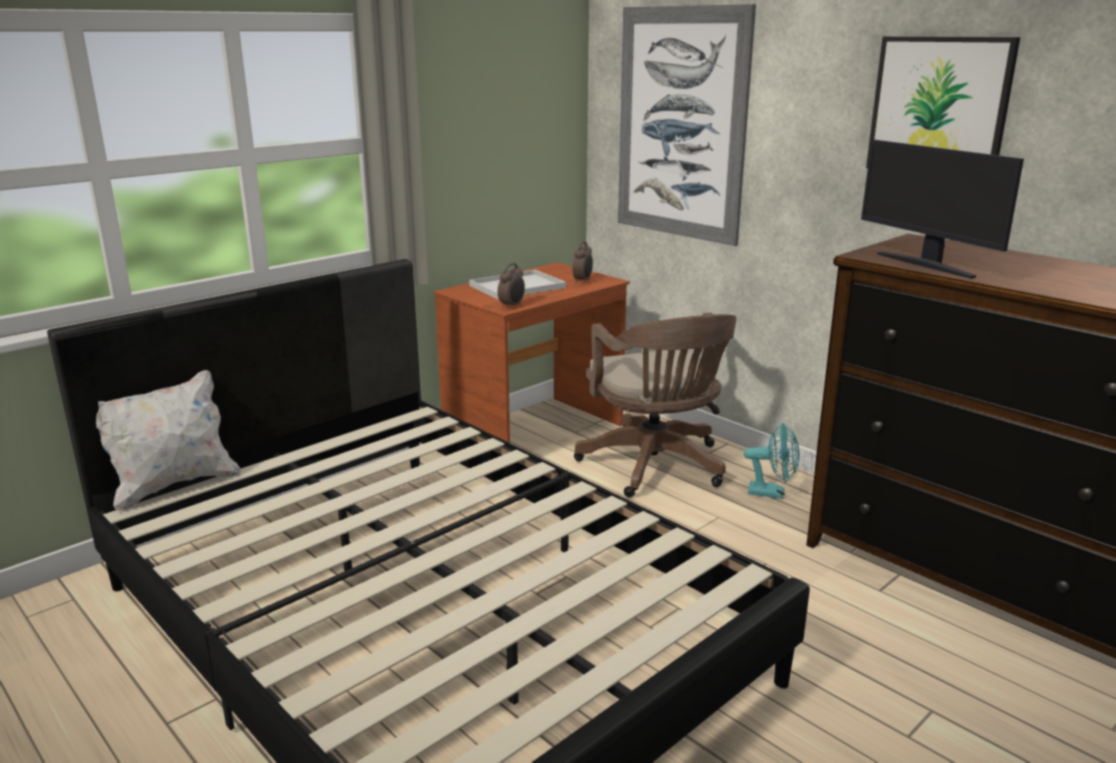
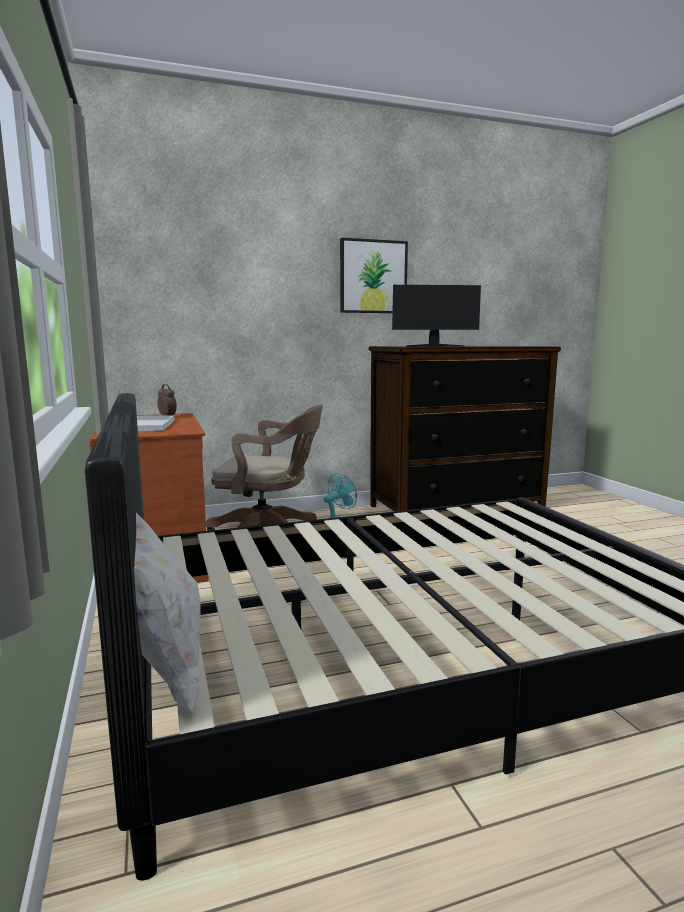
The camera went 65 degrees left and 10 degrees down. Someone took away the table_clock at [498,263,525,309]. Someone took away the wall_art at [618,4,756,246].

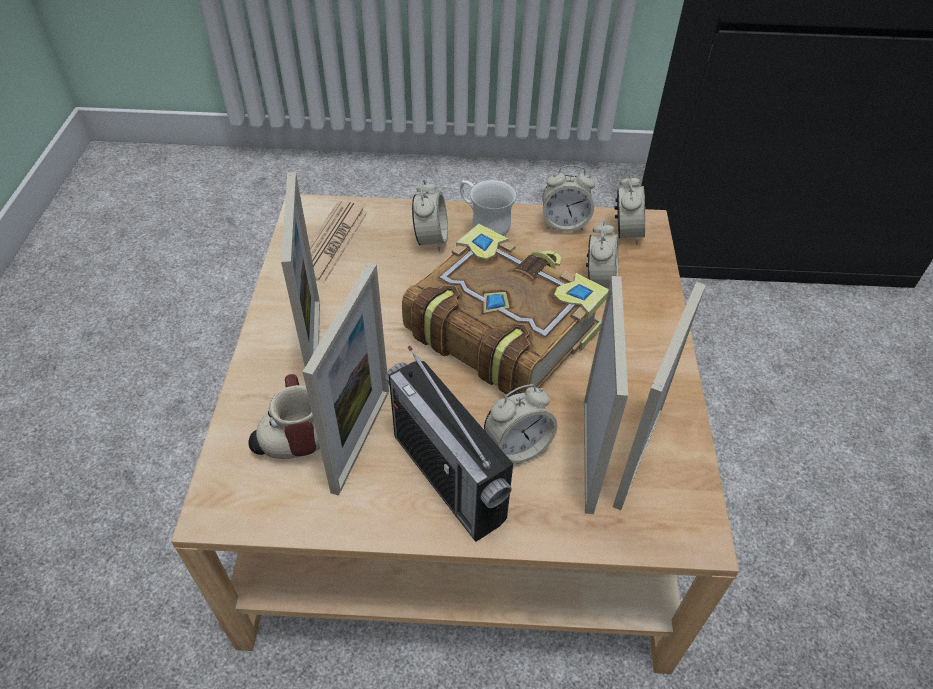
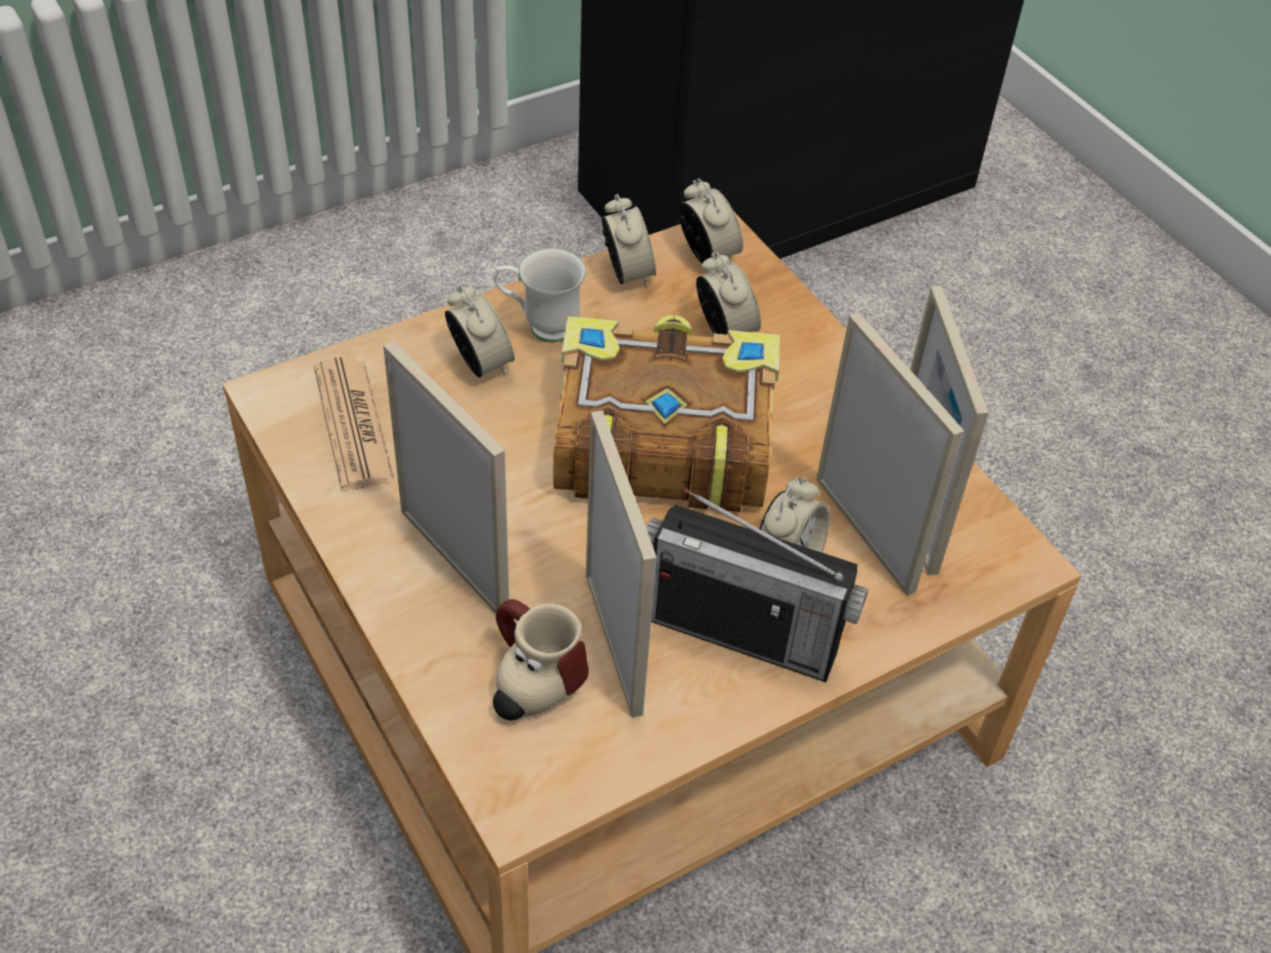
The camera went 35 degrees left and 0 degrees up. Someone rotated the table_clock at [543,165,595,232] by 75 degrees counterclockwise.

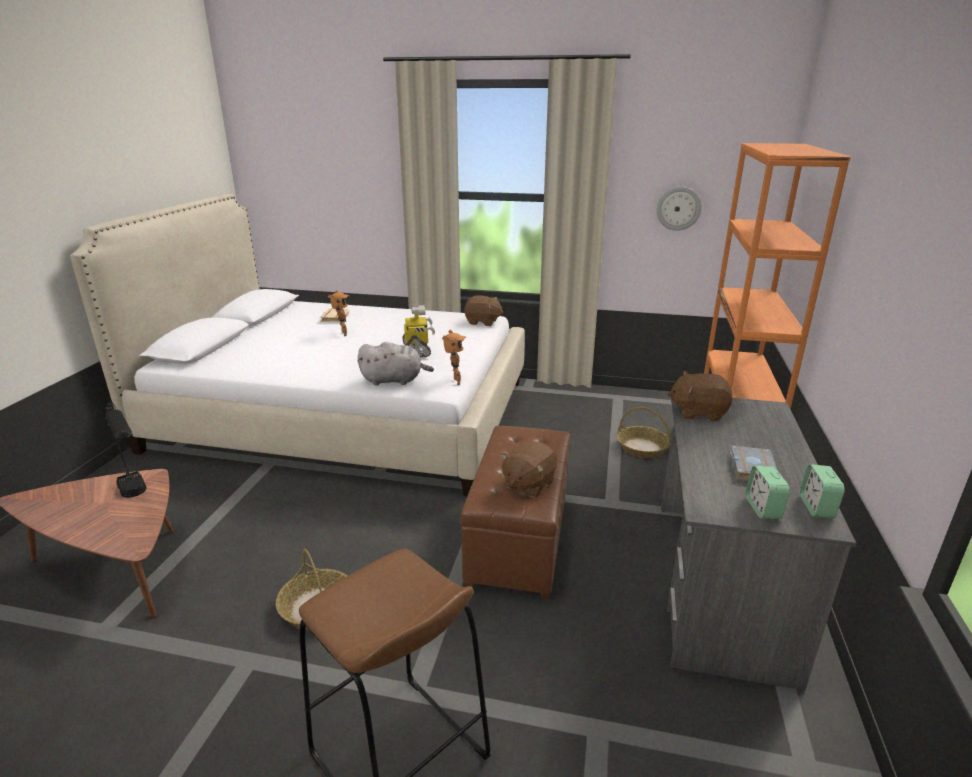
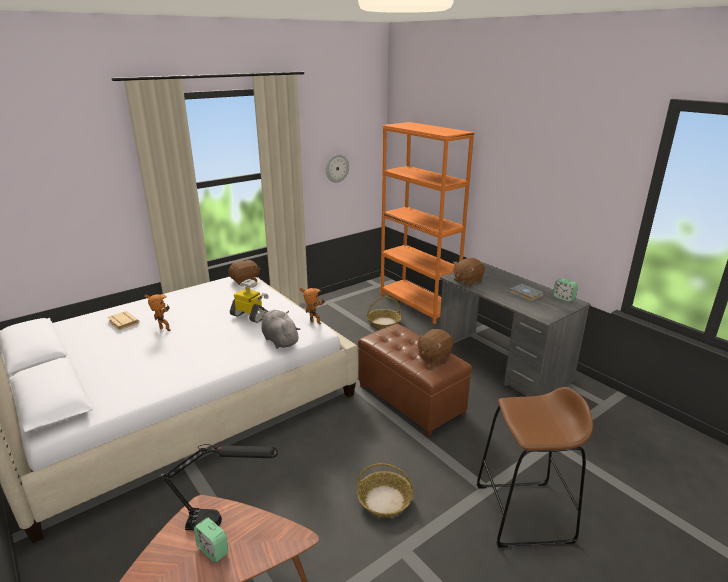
The camera went 50 degrees left and 0 degrees up. Someone rotated the grey_soft_toy at [358,342,434,386] by 75 degrees counterclockwise. Someone rotated the brown_soft_toy at [501,441,558,497] by 60 degrees clockwise. Someone carried the table_clock from [746,466,790,519] to [194,518,228,563].

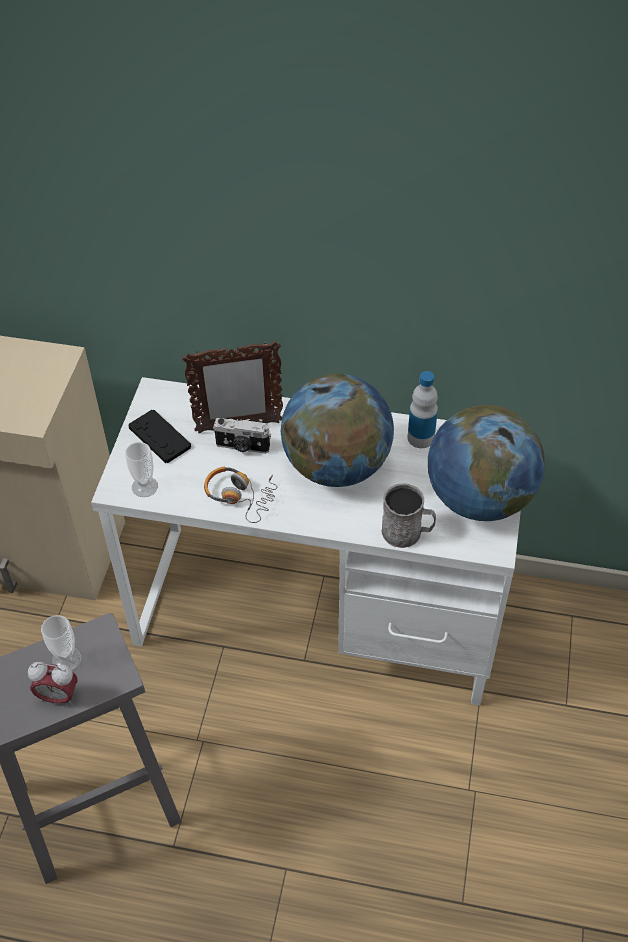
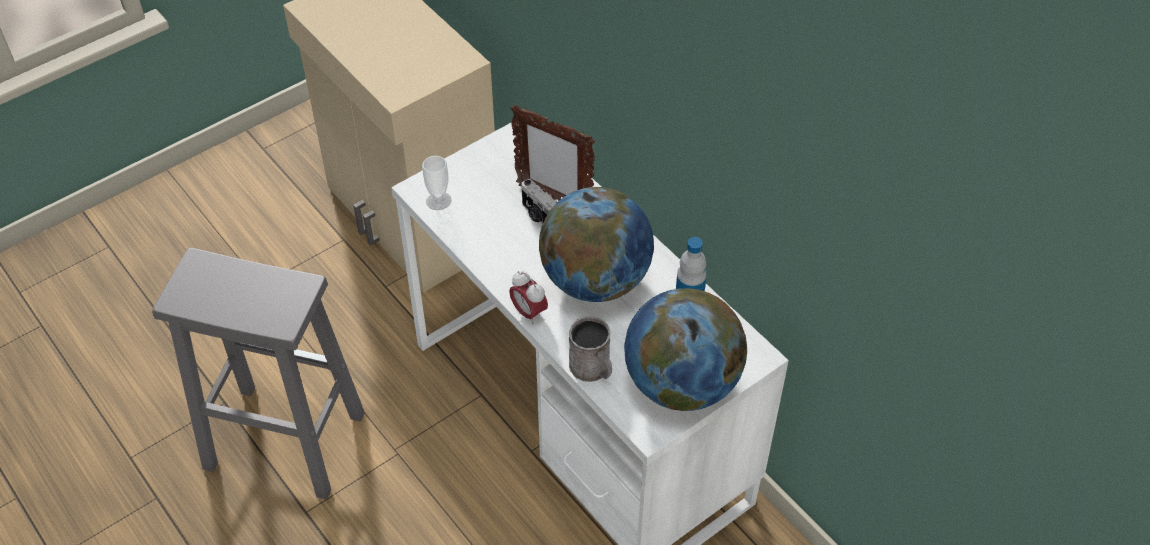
The camera went 40 degrees right and 0 degrees up. Someone carried the table_clock from [28,662,78,705] to [509,271,548,325]. Someone took away the small_cup at [41,615,82,670]. Someone took away the blackish_joypad at [128,410,191,463]. Someone took away the headset at [204,467,277,523].

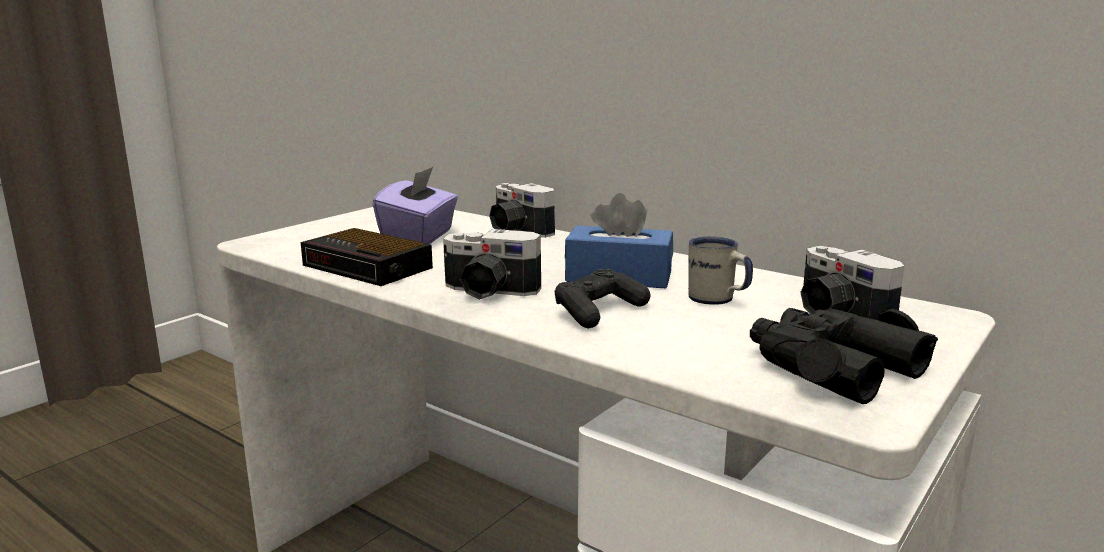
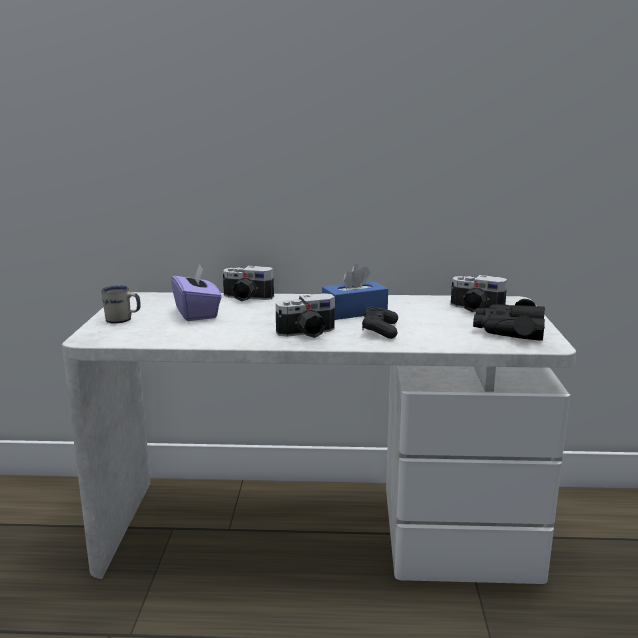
The camera went 35 degrees left and 0 degrees up. Someone took away the table_clock at [301,228,433,286]. Someone carried the white_mug from [688,236,753,305] to [101,285,141,324].

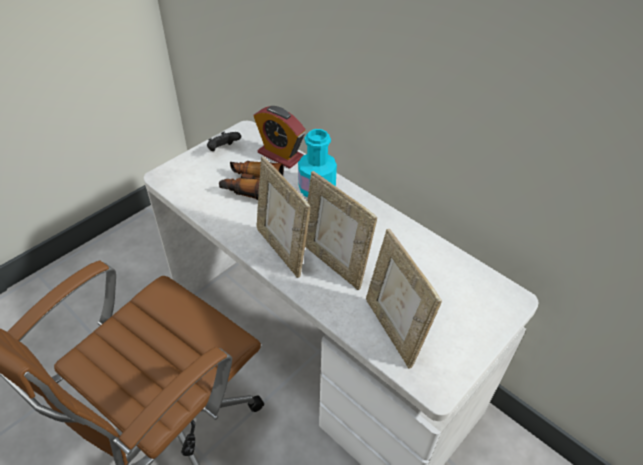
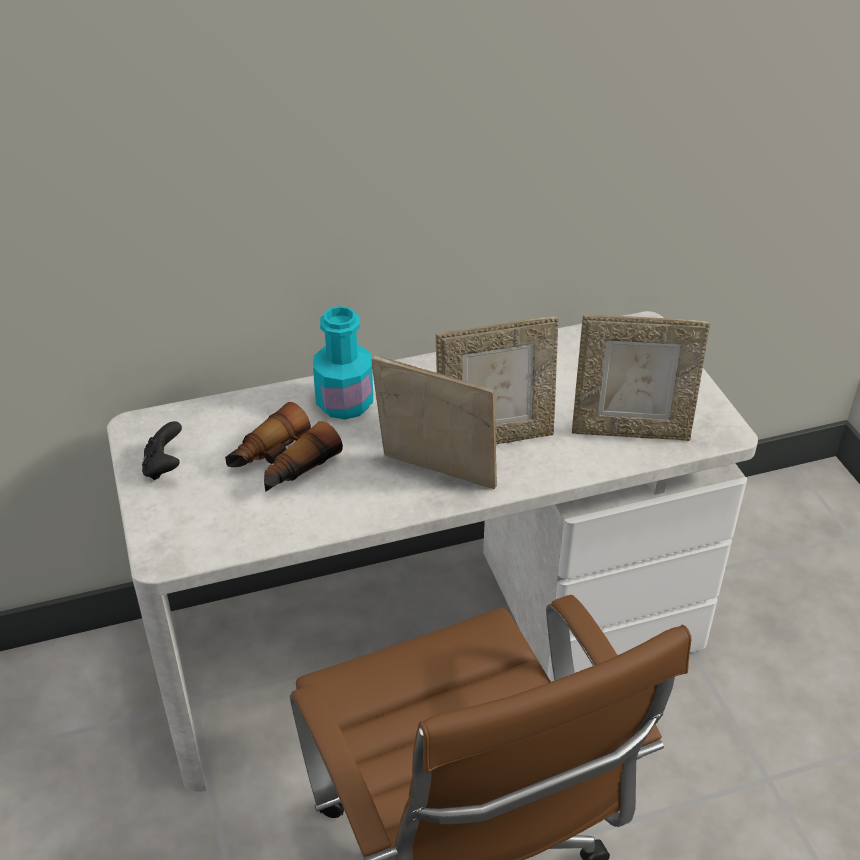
The camera went 60 degrees left and 5 degrees down. Someone took away the table_clock at [253,106,306,169]. Someone rotated the picture_frame at [256,156,311,278] by 150 degrees counterclockwise.

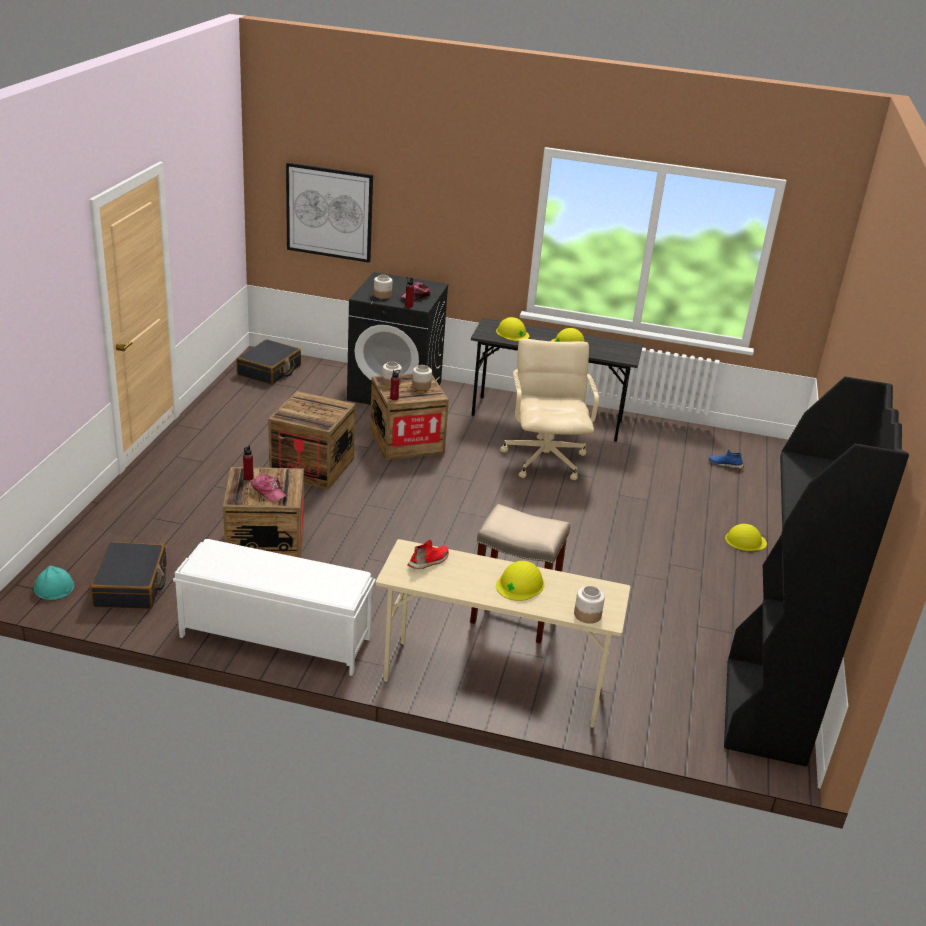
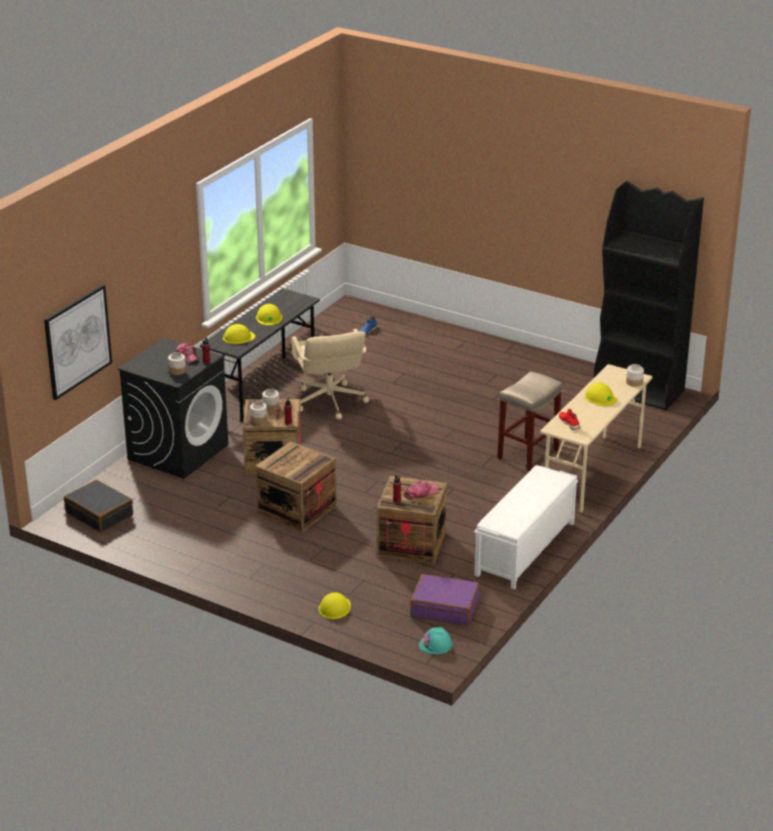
The camera went 70 degrees left and 0 degrees up. Someone repainted the blackish_suitcase at [90,542,166,609], which became the purplish_suitcase at [410,574,480,626]. Someone rotated the beige-coloured_computer_chair at [500,339,599,480] by 120 degrees counterclockwise. Someone carried the yellowish_safety_helmet from [725,524,767,551] to [318,592,351,619].

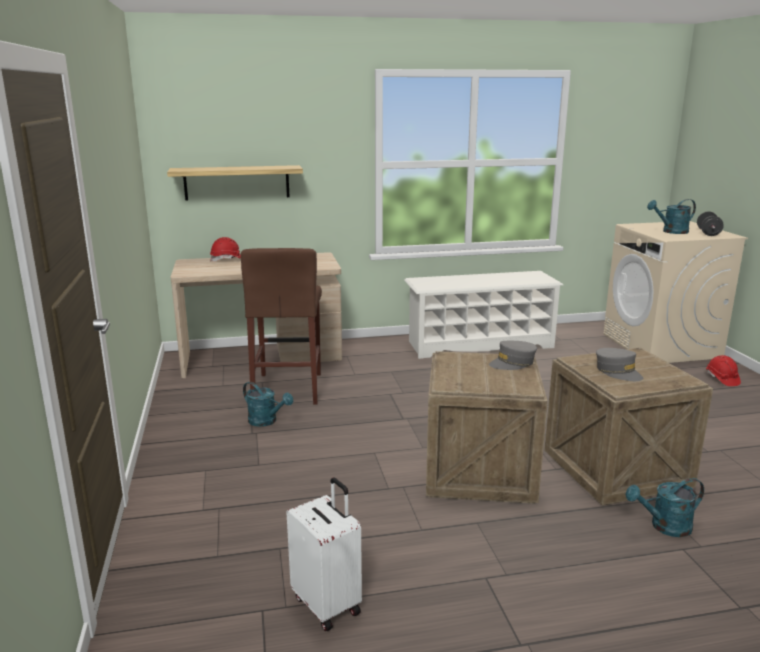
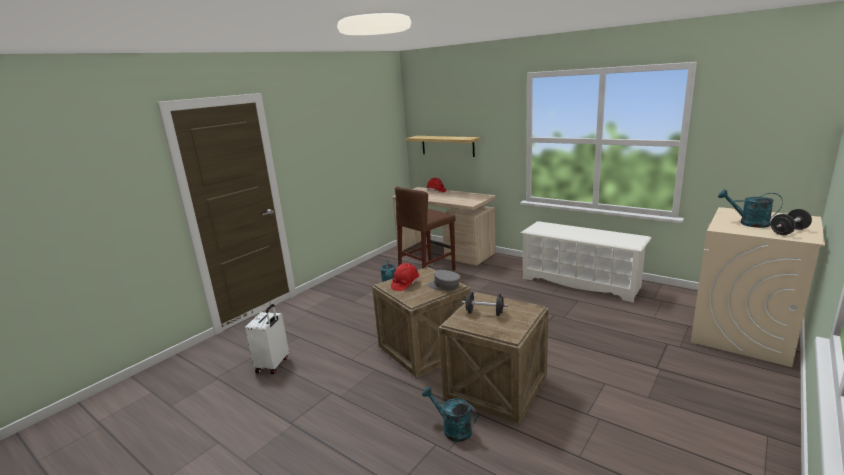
The camera went 50 degrees right and 0 degrees up. Someone swapped the grey_peaked_cap at [596,348,644,381] for the blackish_free_weight at [462,292,508,316]. Someone carried the red_safety_helmet from [706,355,741,386] to [391,263,419,291].

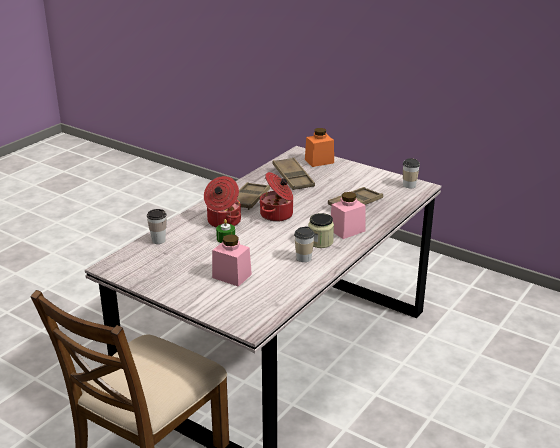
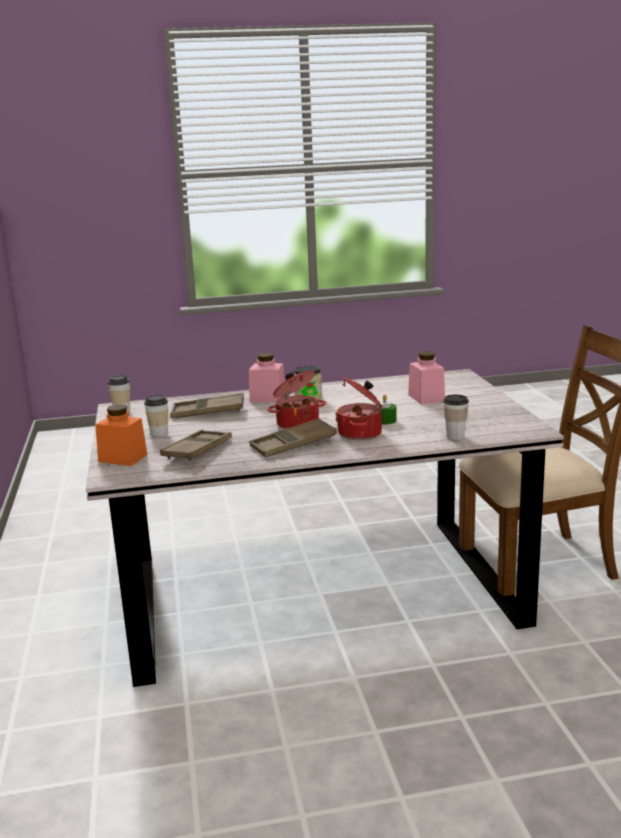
The camera went 135 degrees left and 10 degrees down. Someone carried the small_cup from [294,226,314,262] to [144,395,168,437].

